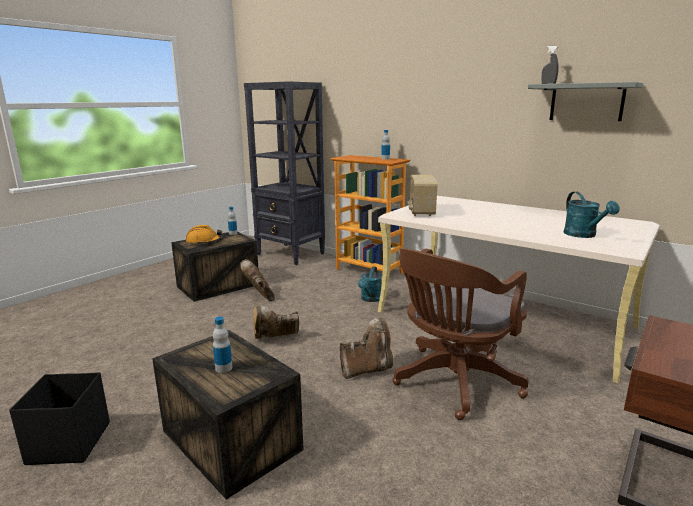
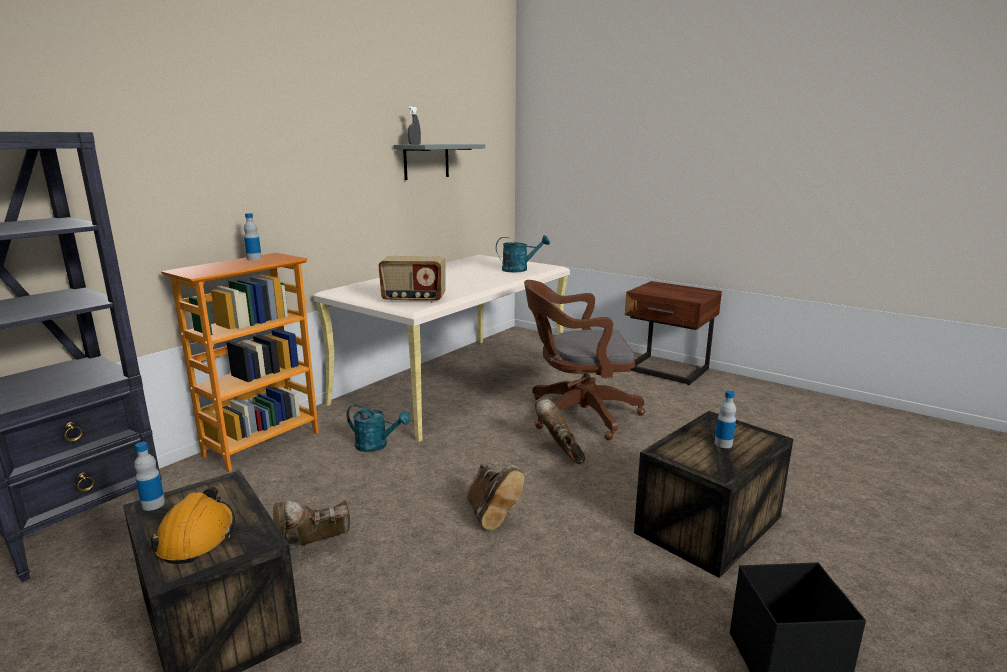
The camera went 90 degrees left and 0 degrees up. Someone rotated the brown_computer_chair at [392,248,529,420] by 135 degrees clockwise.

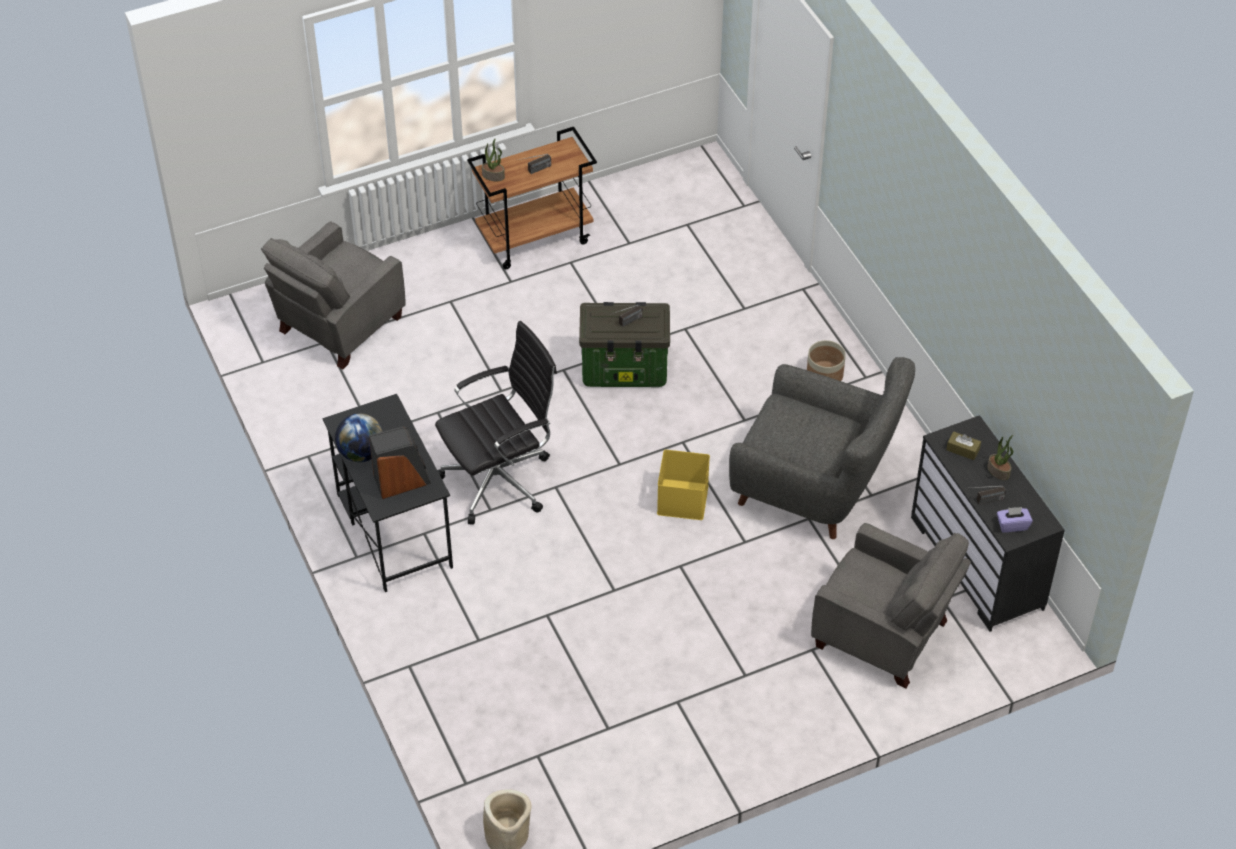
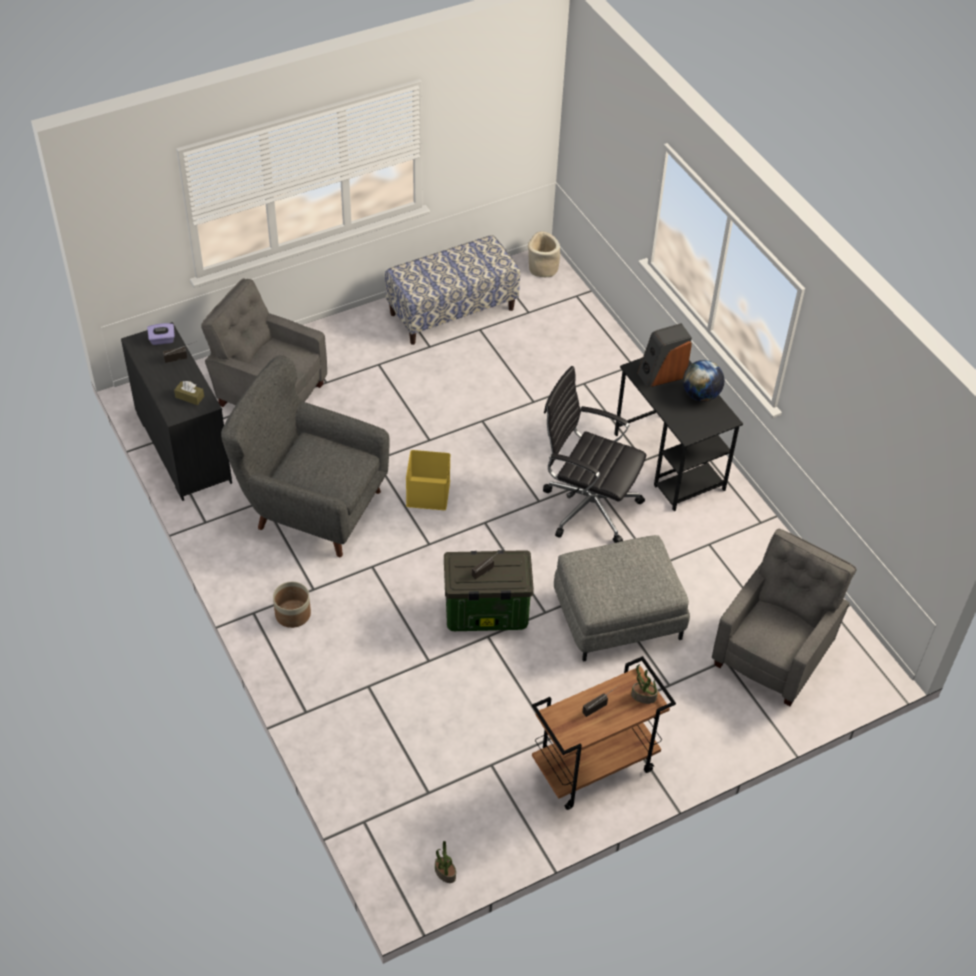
The camera went 175 degrees right and 0 degrees up. Someone rotated the blackish_computer_chair at [435,321,557,525] by 60 degrees clockwise. Someone carried the potted_plant from [987,435,1014,480] to [435,841,456,883]. Someone put down the long_seat at [385,235,520,345]. Someone put down the grey_pouffe at [554,535,690,662].

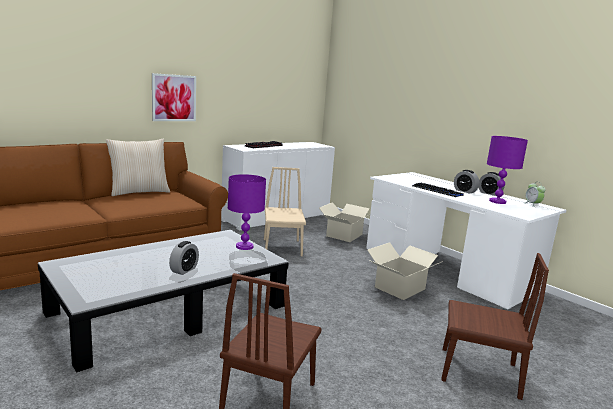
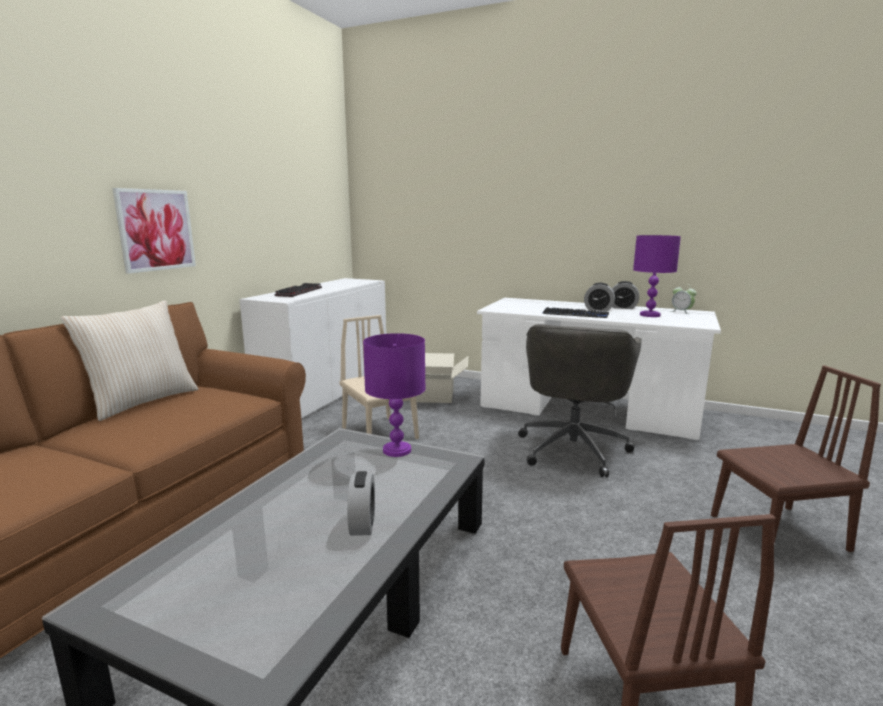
The camera went 25 degrees left and 0 degrees up. Someone swapped the carton at [367,242,443,300] for the grey_computer_chair at [518,324,642,477].

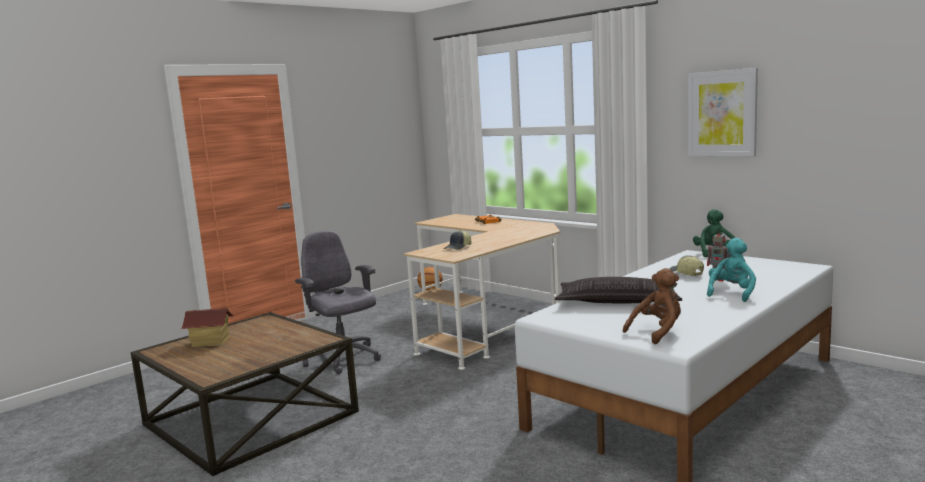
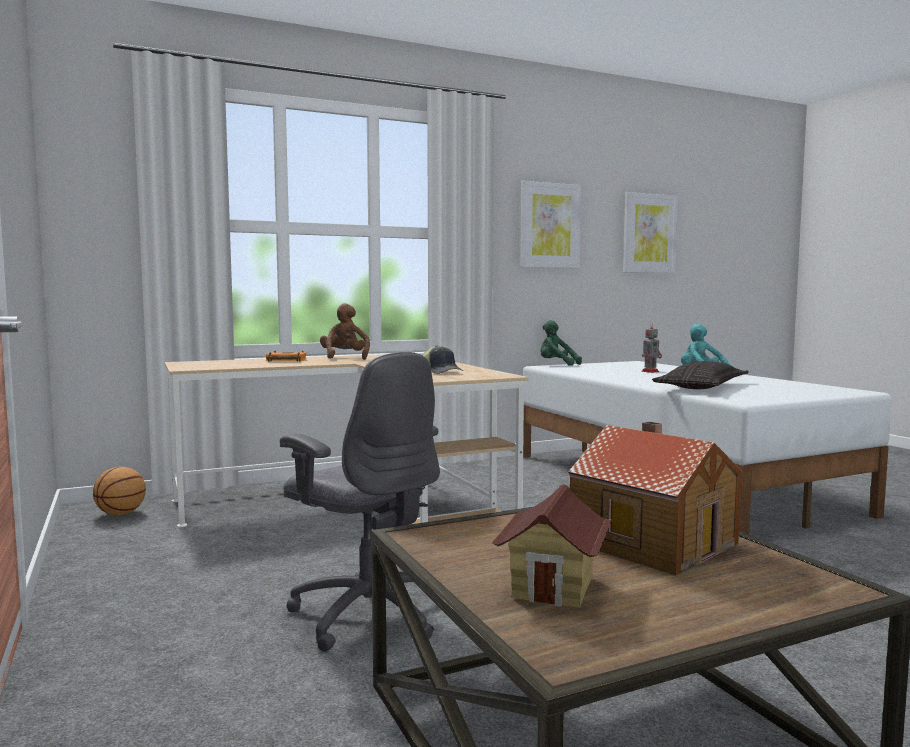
The camera went 70 degrees left and 5 degrees down. Someone rotated the grey_computer_chair at [295,231,381,374] by 120 degrees counterclockwise. Someone carried the brown_soft_toy from [623,268,681,344] to [320,303,370,360]. Someone took away the peaked_cap at [670,255,704,276]. Someone put down the model_house at [568,422,743,576]. Someone put up the wall_art at [623,192,678,273].

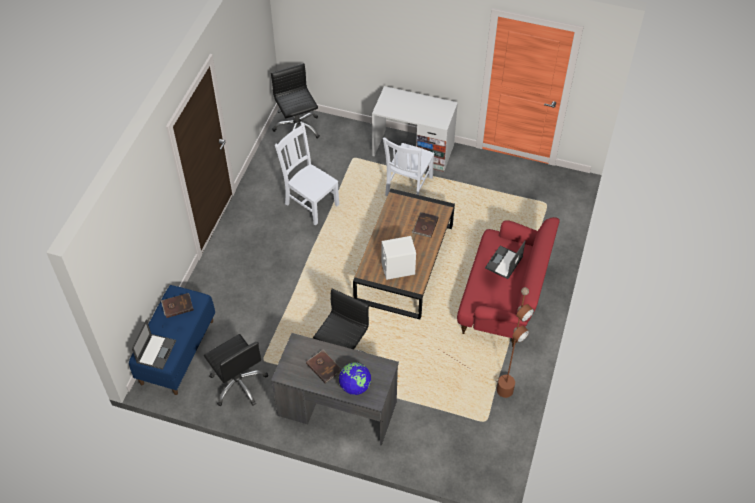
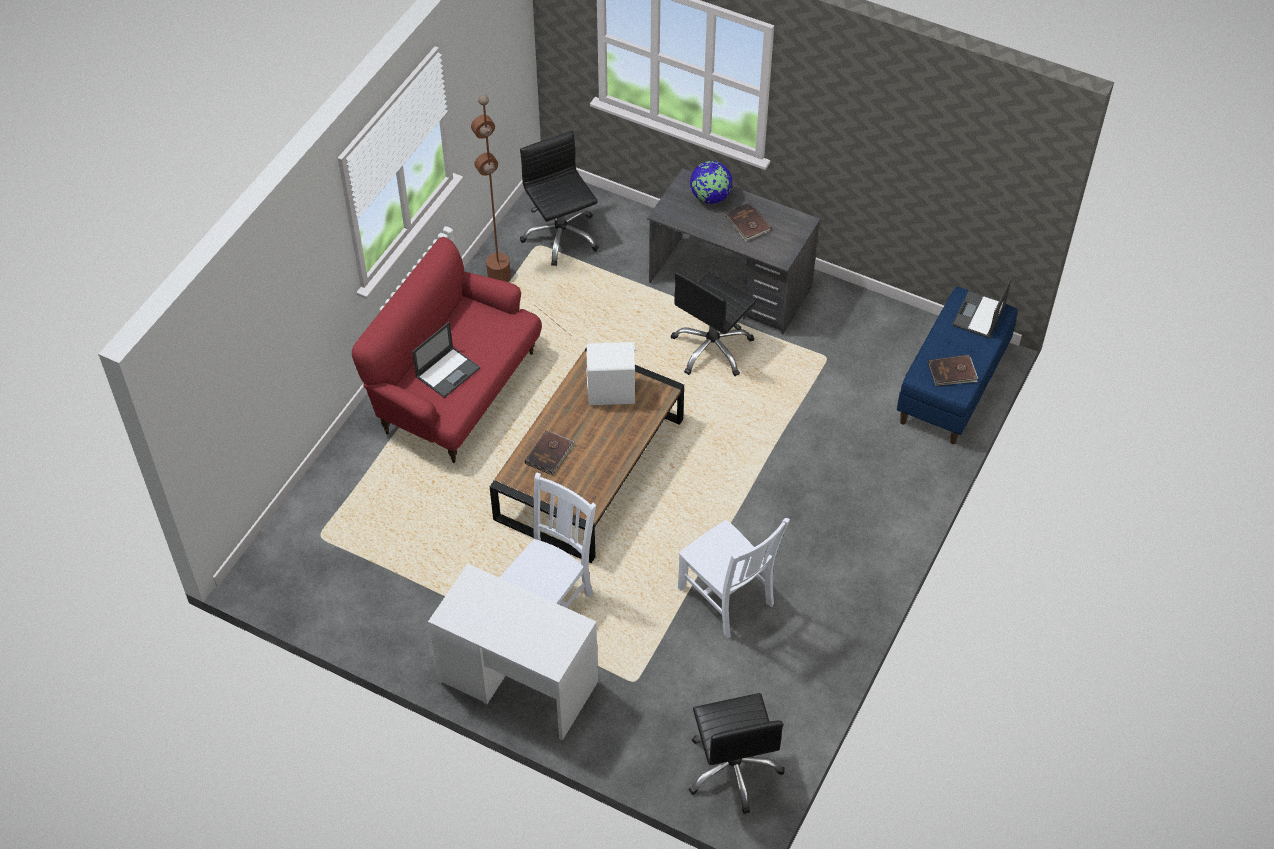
The camera went 170 degrees left and 0 degrees up. Someone carried the blackish_computer_chair from [204,334,268,406] to [520,131,599,266].

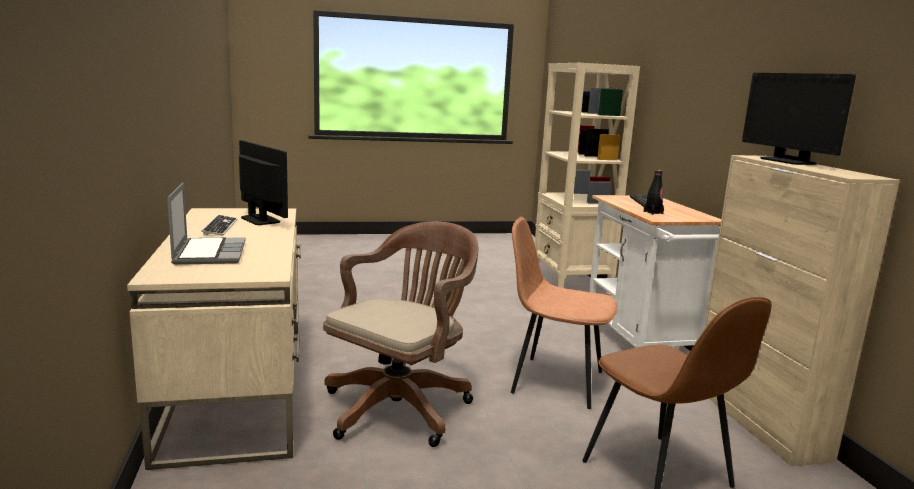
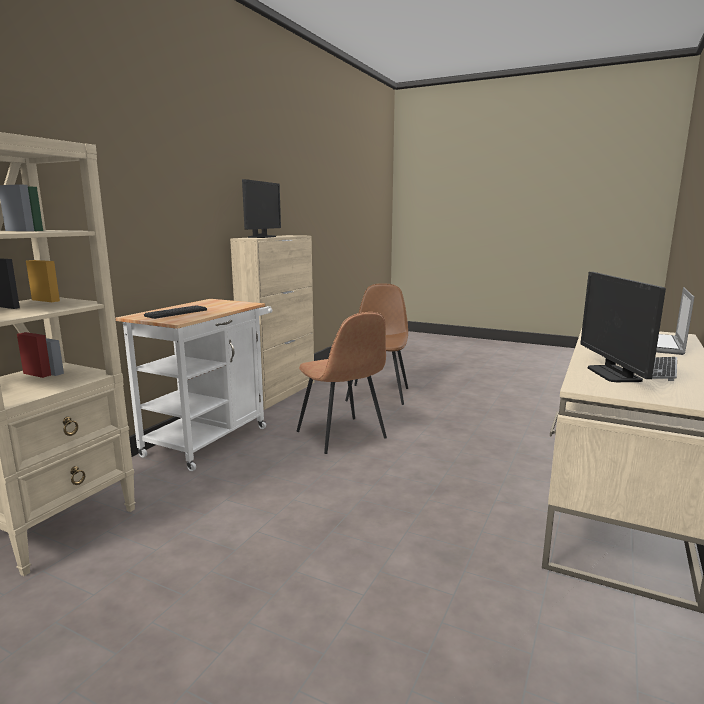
The camera went 140 degrees left and 0 degrees up. Someone took away the brown_computer_chair at [323,222,478,447]. Someone took away the blackish_bottle at [644,170,664,215].

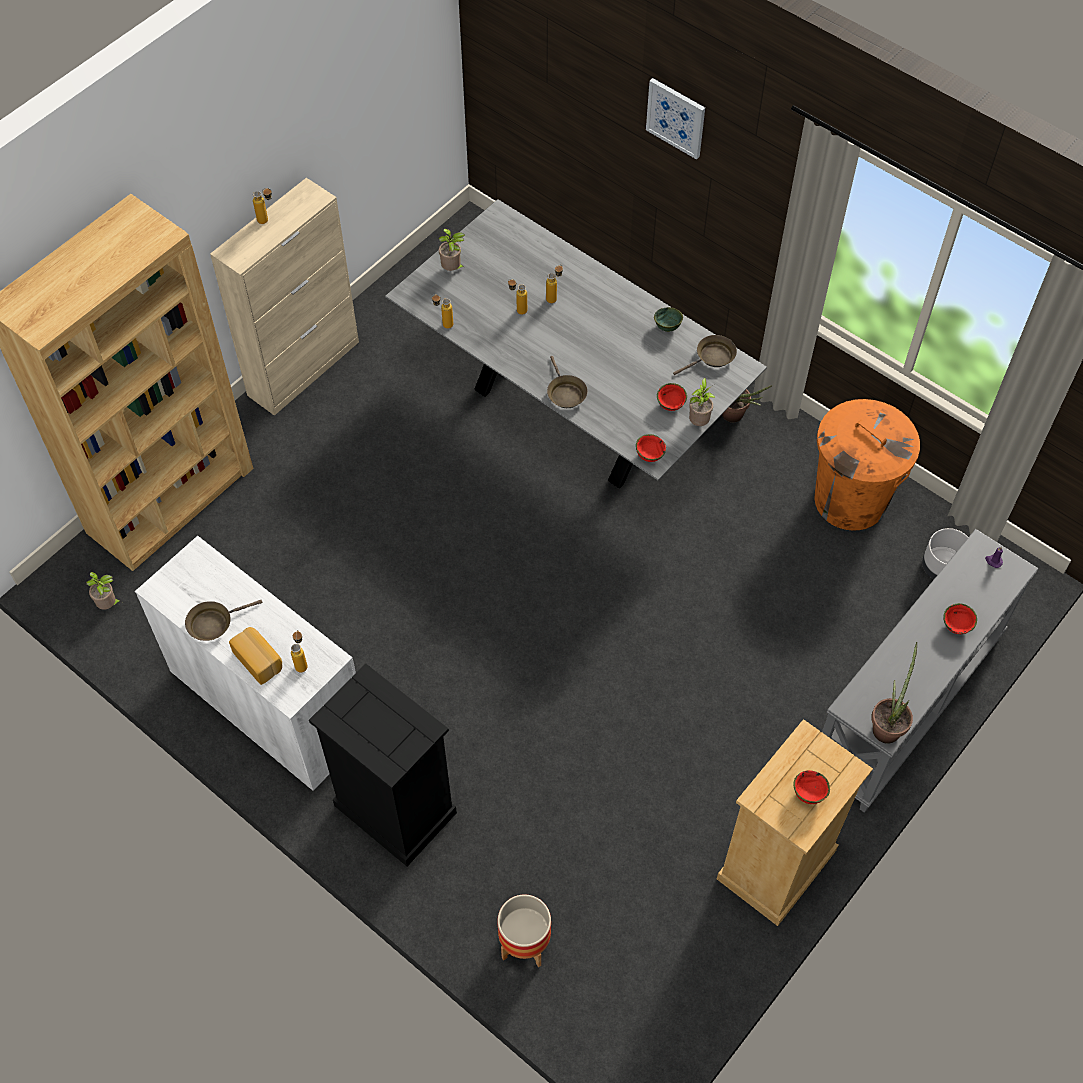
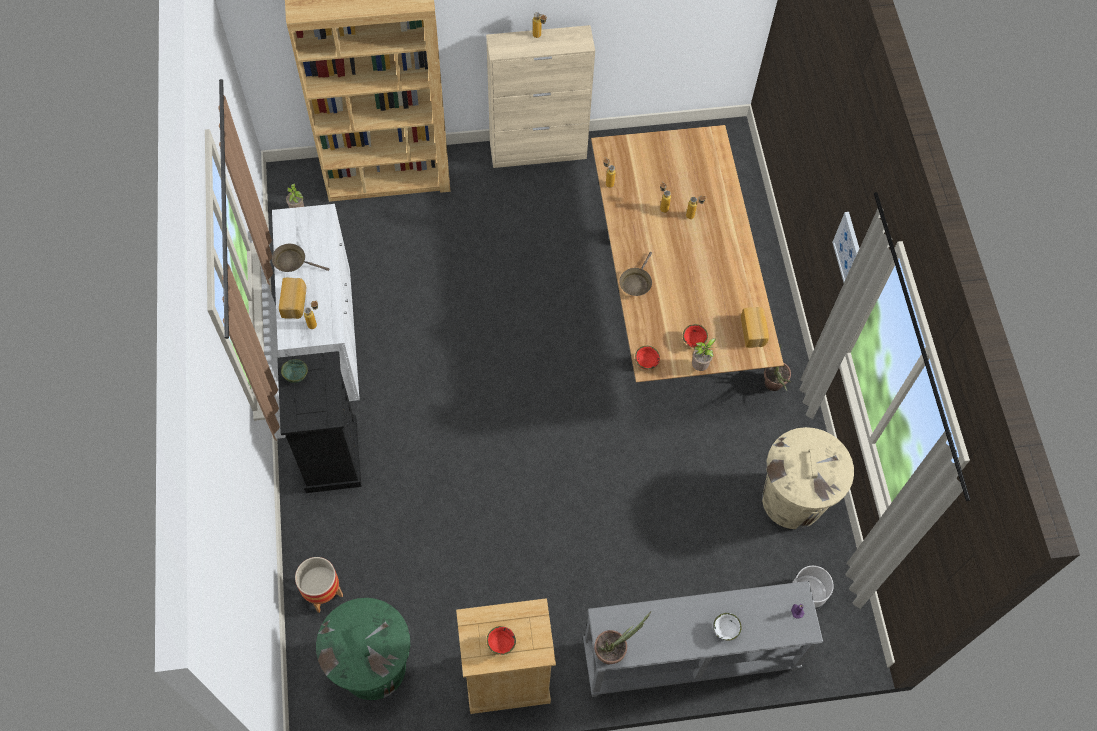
The camera went 40 degrees right and 5 degrees up. Someone repainted the grey_kitchen_table at [385,199,767,488], which became the brown_kitchen_table at [591,125,784,383]. Someone took away the potted_plant at [439,229,465,271]. Someone carried the wall_art from [646,78,705,160] to [832,212,860,282]. Someone carried the green_serving_bowl from [654,307,683,332] to [281,359,308,383]. Someone swapped the brown_frying_pan at [673,335,737,375] for the bakery_bread at [741,307,769,348]. Someone repainted the orangey_waste_bin at [815,399,920,531], which became the beige-coloured_waste_bin at [762,427,854,529]. Someone repainted the red_serving_bowl at [943,603,977,634], which became the white_serving_bowl at [713,613,742,641]. Someone put down the green_waste_bin at [316,598,410,700].

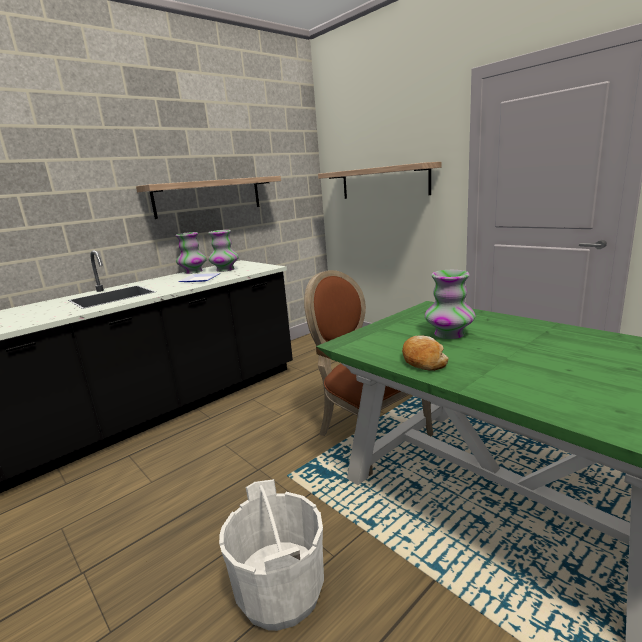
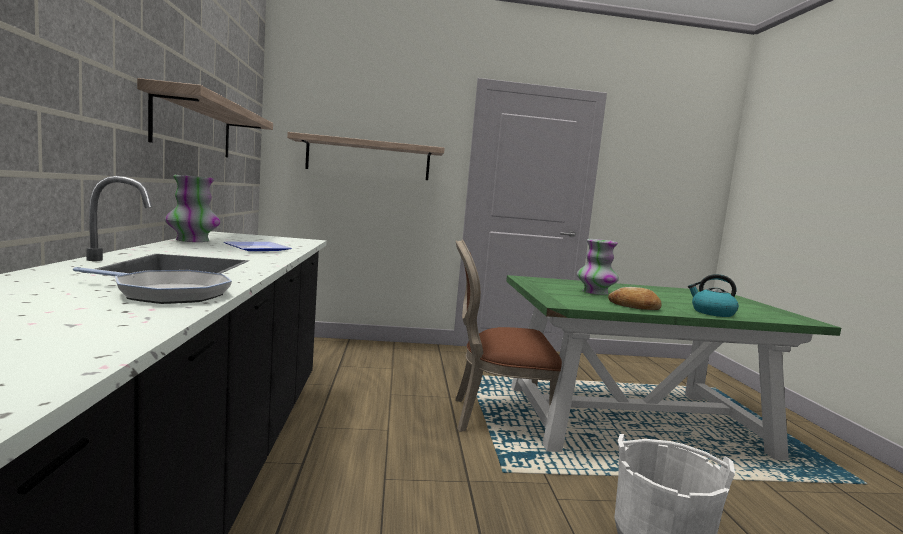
The camera went 55 degrees left and 10 degrees down. Someone took away the vase at [208,230,239,272]. Someone put down the frying_pan at [73,267,232,304]. Someone put down the tea_kettle at [688,274,739,317].

